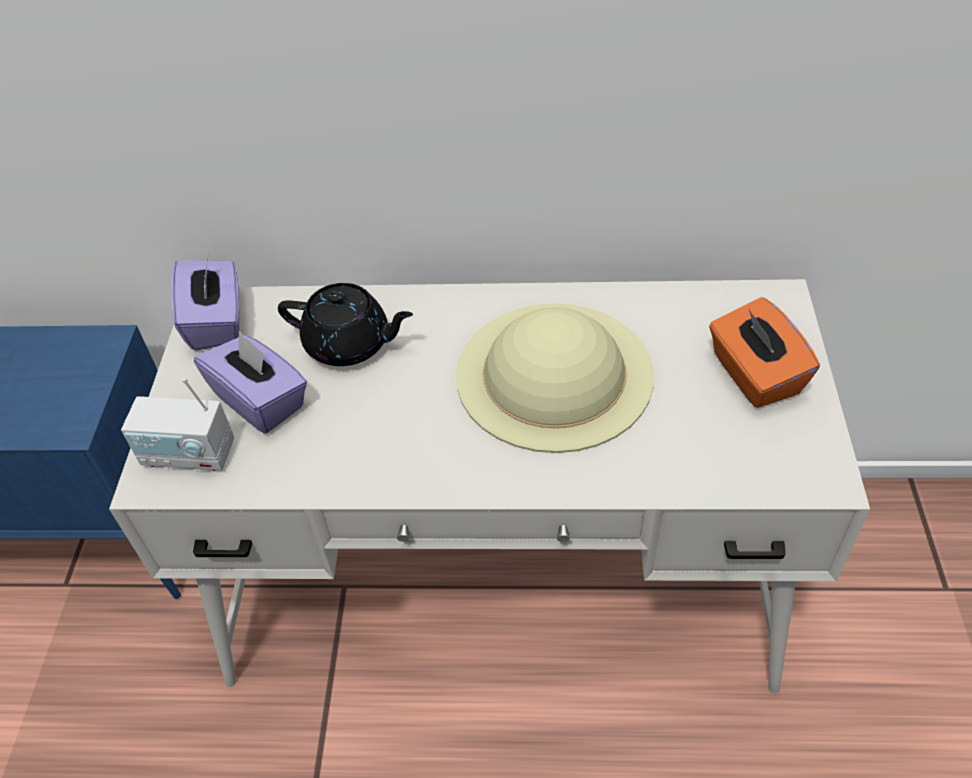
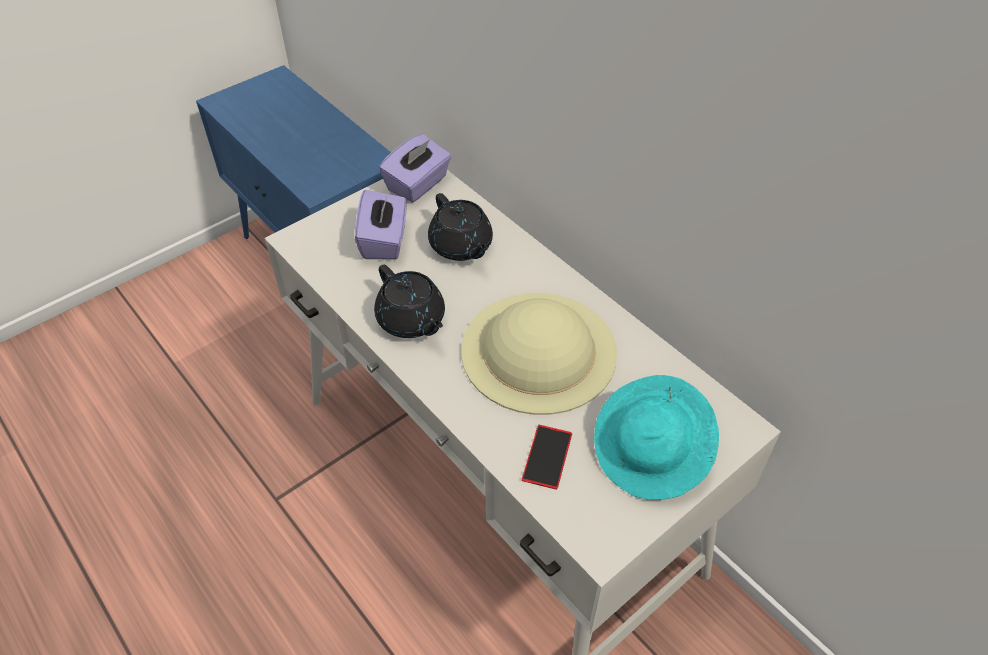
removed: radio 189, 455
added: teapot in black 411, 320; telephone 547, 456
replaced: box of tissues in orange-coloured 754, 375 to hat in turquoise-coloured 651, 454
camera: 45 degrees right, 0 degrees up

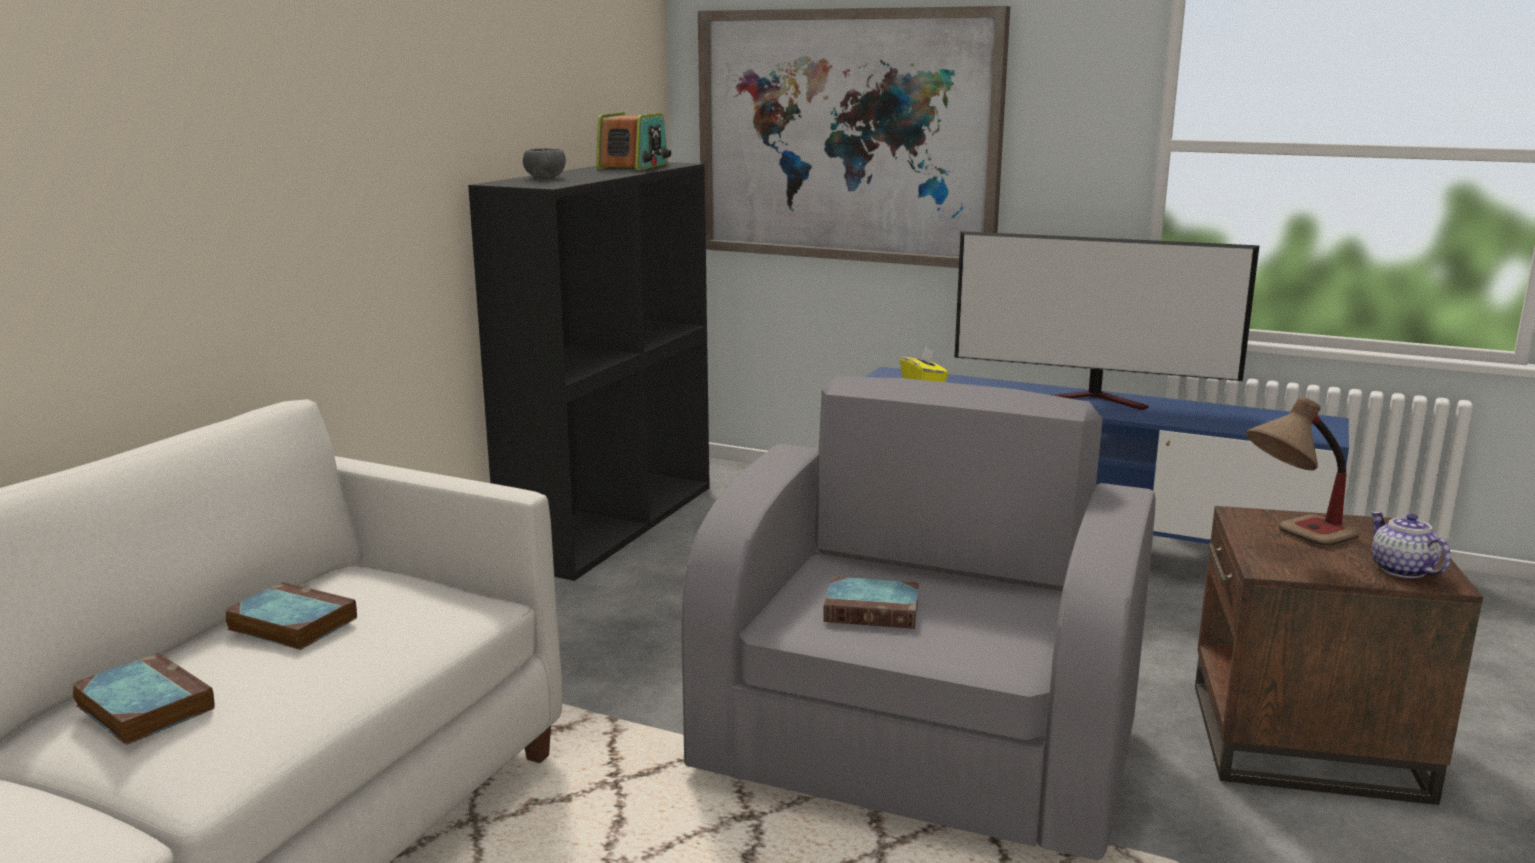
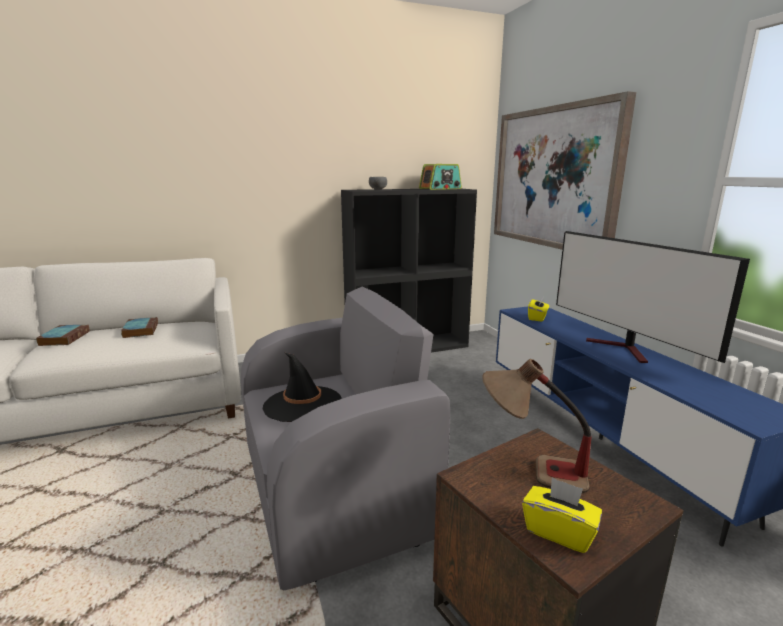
replaced: bound book 874, 610 to hat in black 302, 404; teapot 1401, 570 to box of tissues in yellow 559, 531
camera: 45 degrees right, 0 degrees up

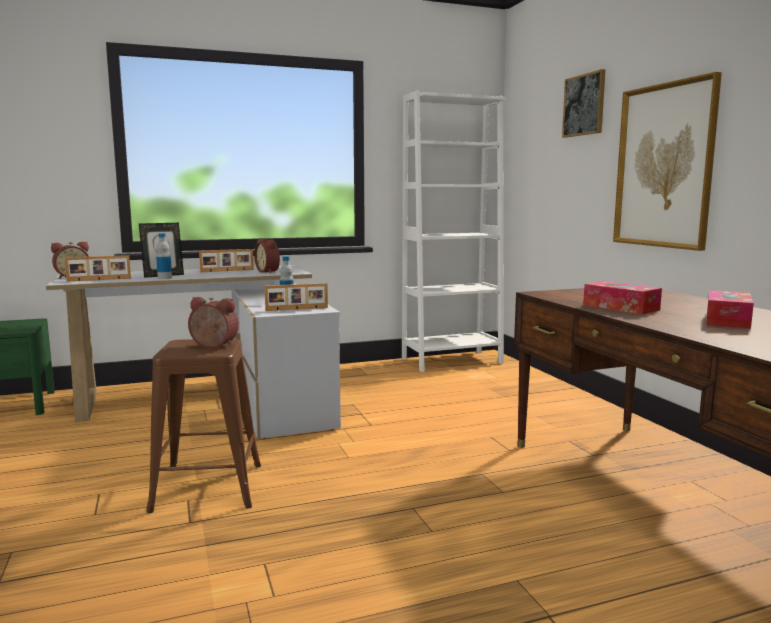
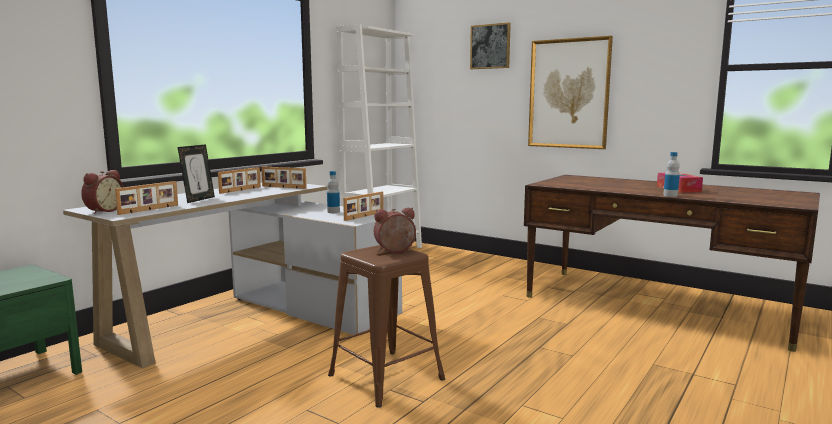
removed: box of tissues 620, 307
moved: drink bottle 165, 278 to 670, 195
replaced: alarm clock 269, 271 to picture frame 283, 187
camera: 35 degrees left, 0 degrees up

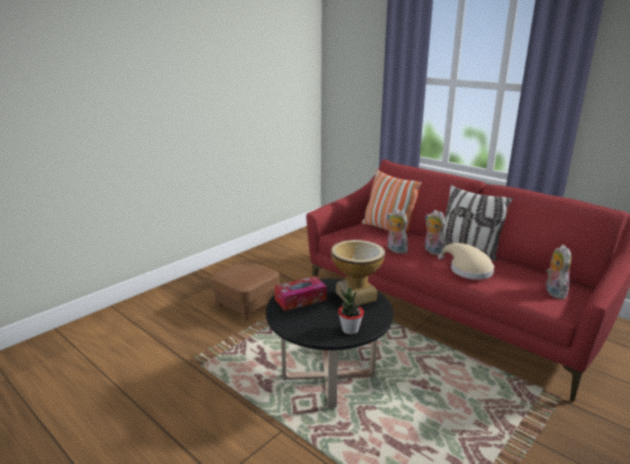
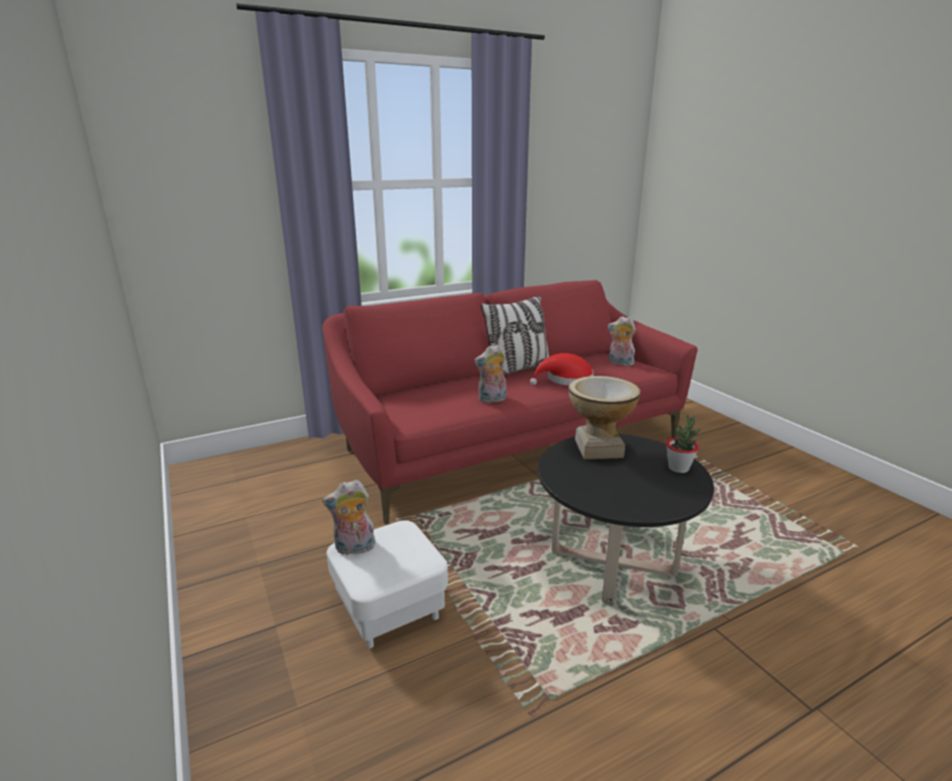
removed: box of tissues 300, 299; throw pillow 387, 229
moved: soft toy 432, 251 to 354, 548
recoloured: ottoman in brown-coloured 247, 305 to ottoman in white 389, 608; hat in beige-coloured 467, 270 to hat in red 566, 380
camera: 70 degrees left, 0 degrees up

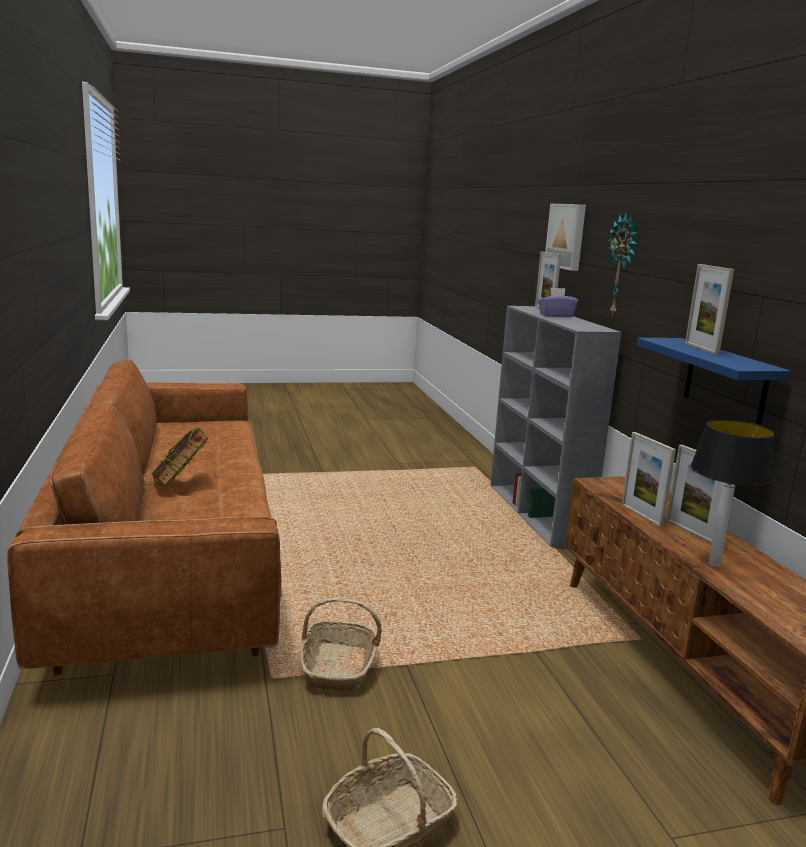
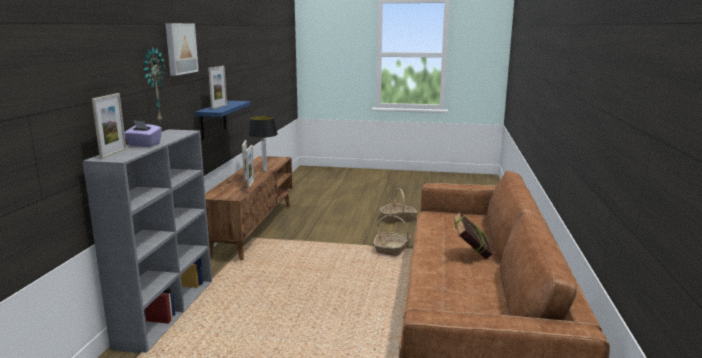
moved: wall picture 567, 236 to 180, 48
camera: 155 degrees left, 0 degrees up

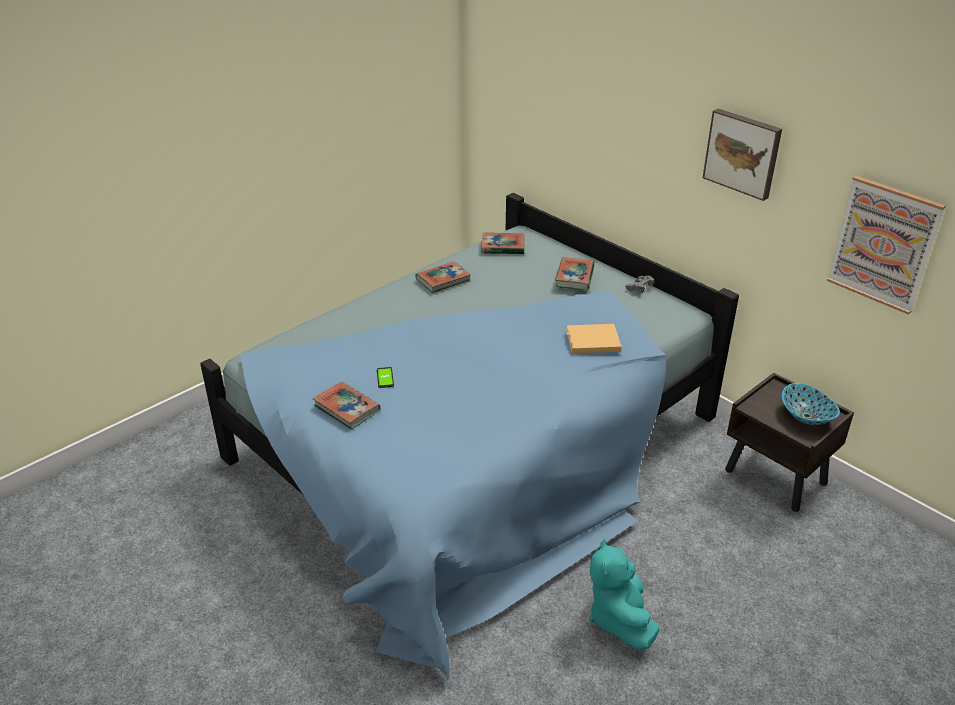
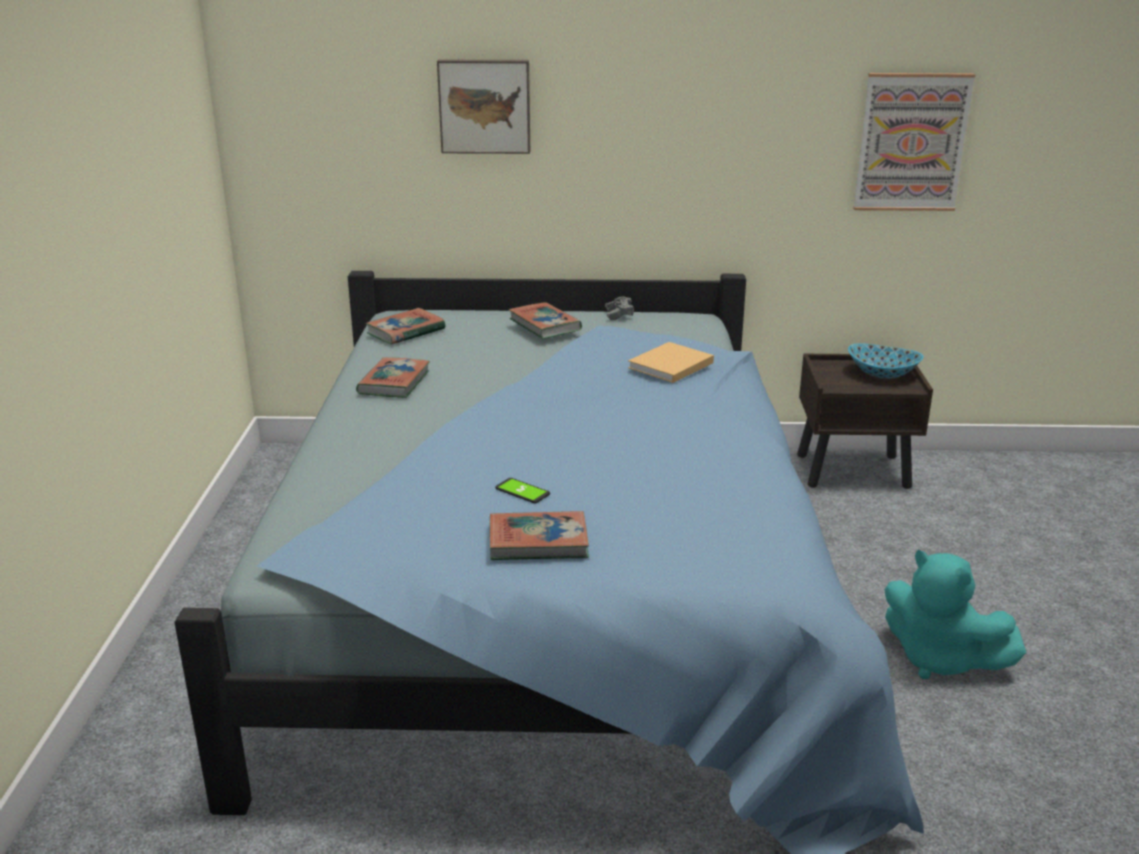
moved: wall picture 743, 153 to 485, 106
camera: 45 degrees left, 10 degrees down

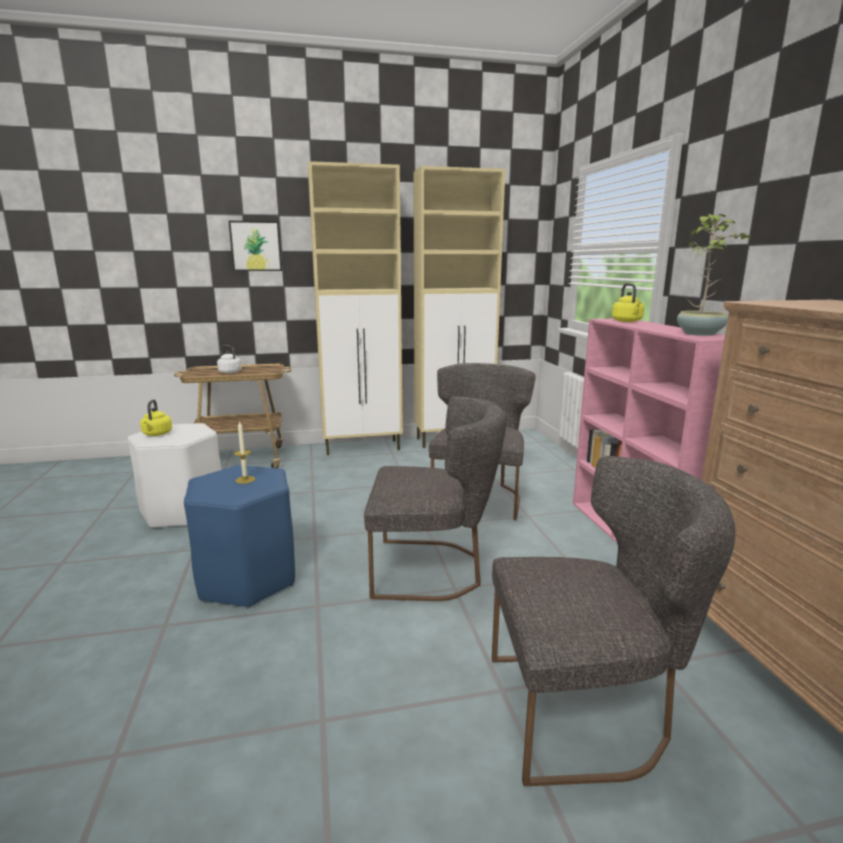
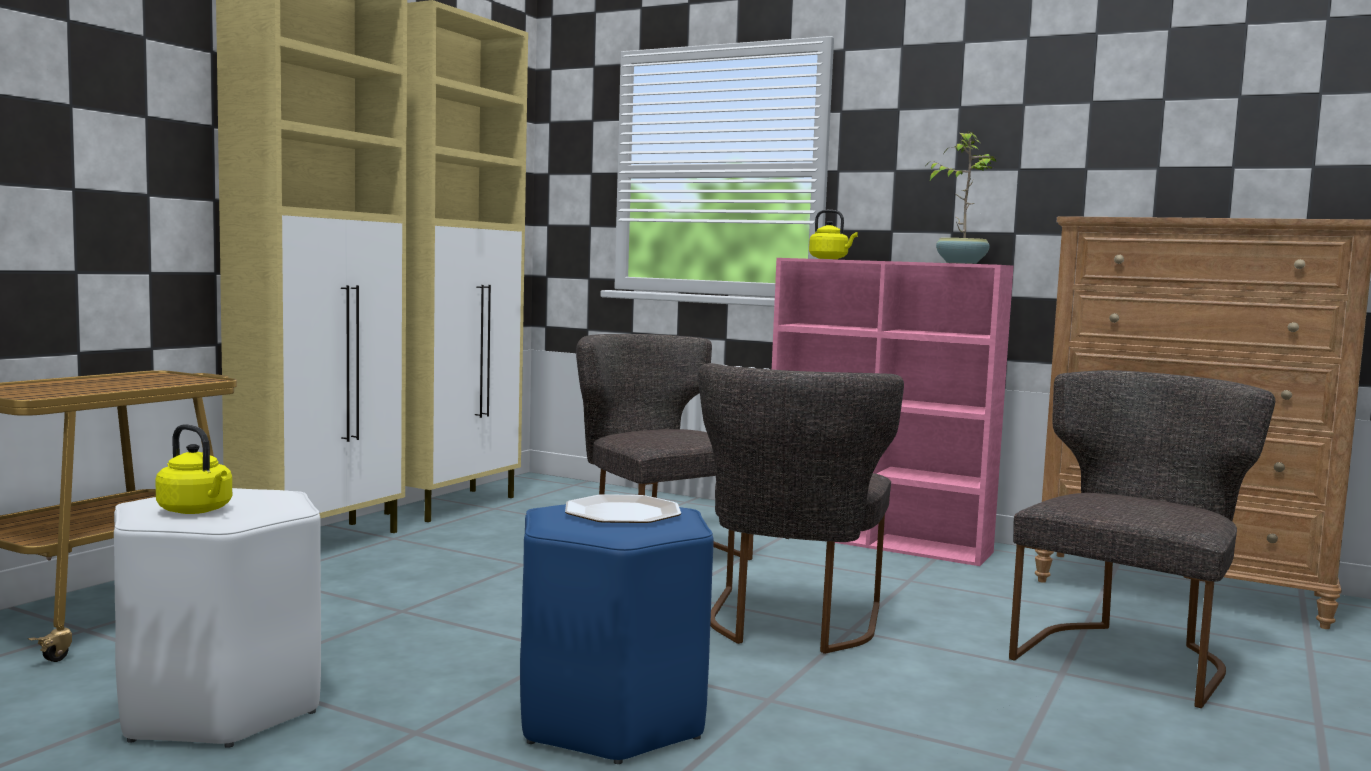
removed: tea kettle in white 231, 372; wall picture 256, 246
replaced: wax candle 245, 480 to flat dish 621, 513
turned: plain chair in greyish 433, 569 = 790, 624 150 degrees clockwise
camera: 50 degrees left, 10 degrees down

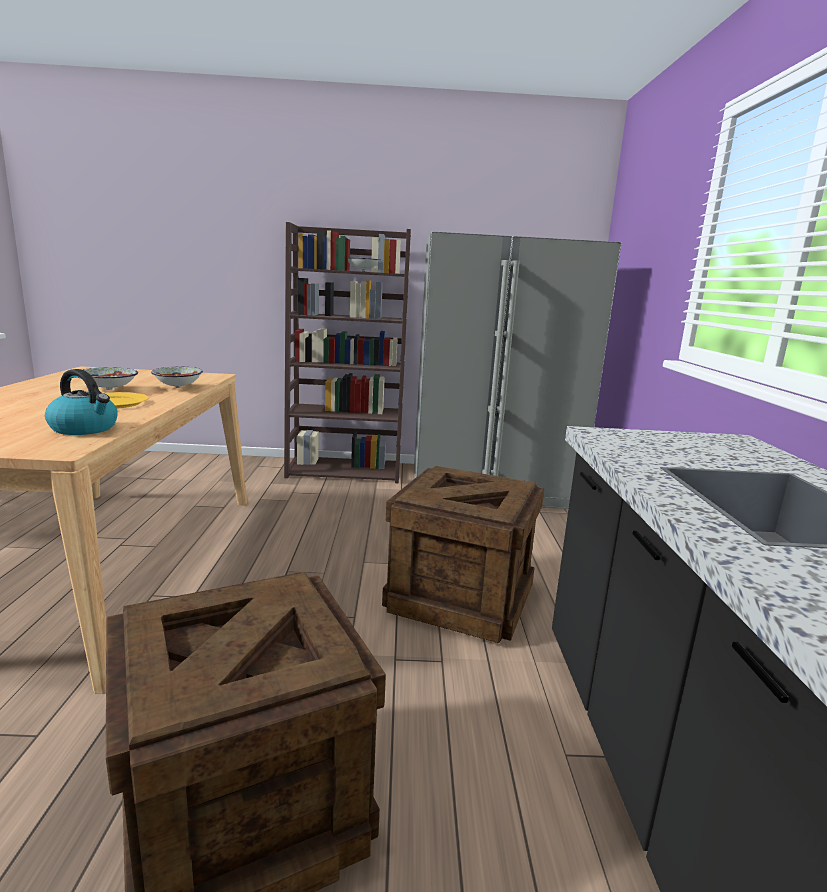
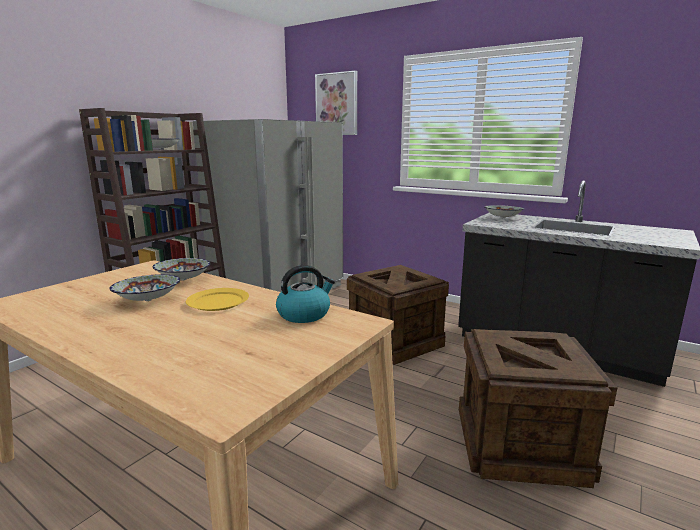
added: wall picture 337, 104; deep dish 502, 218
camera: 55 degrees left, 0 degrees up

